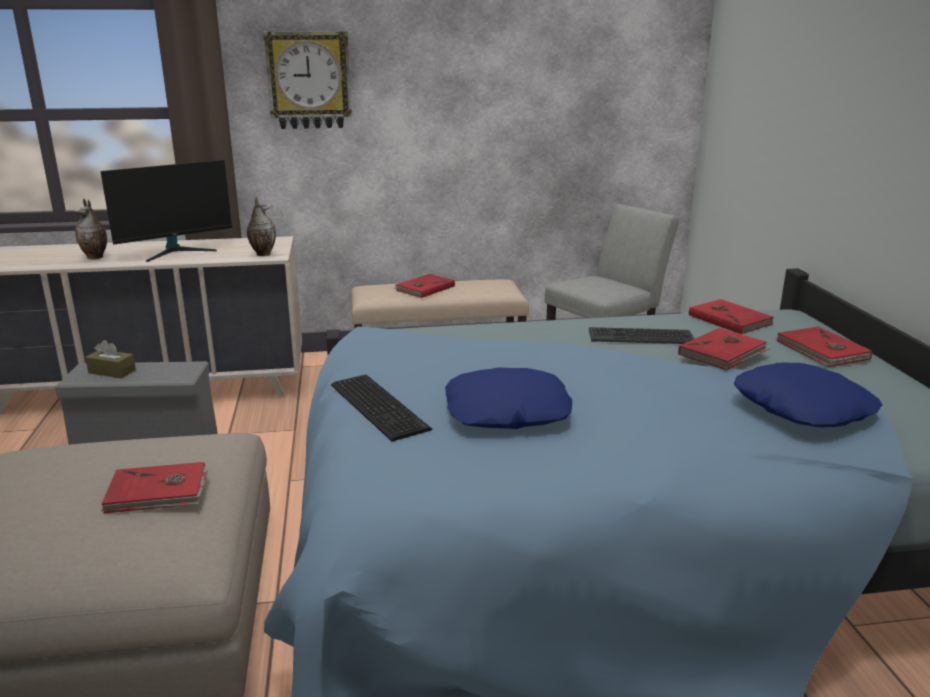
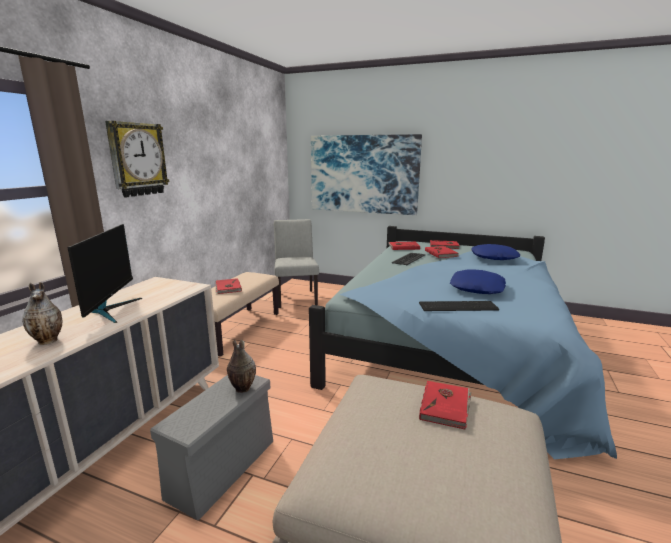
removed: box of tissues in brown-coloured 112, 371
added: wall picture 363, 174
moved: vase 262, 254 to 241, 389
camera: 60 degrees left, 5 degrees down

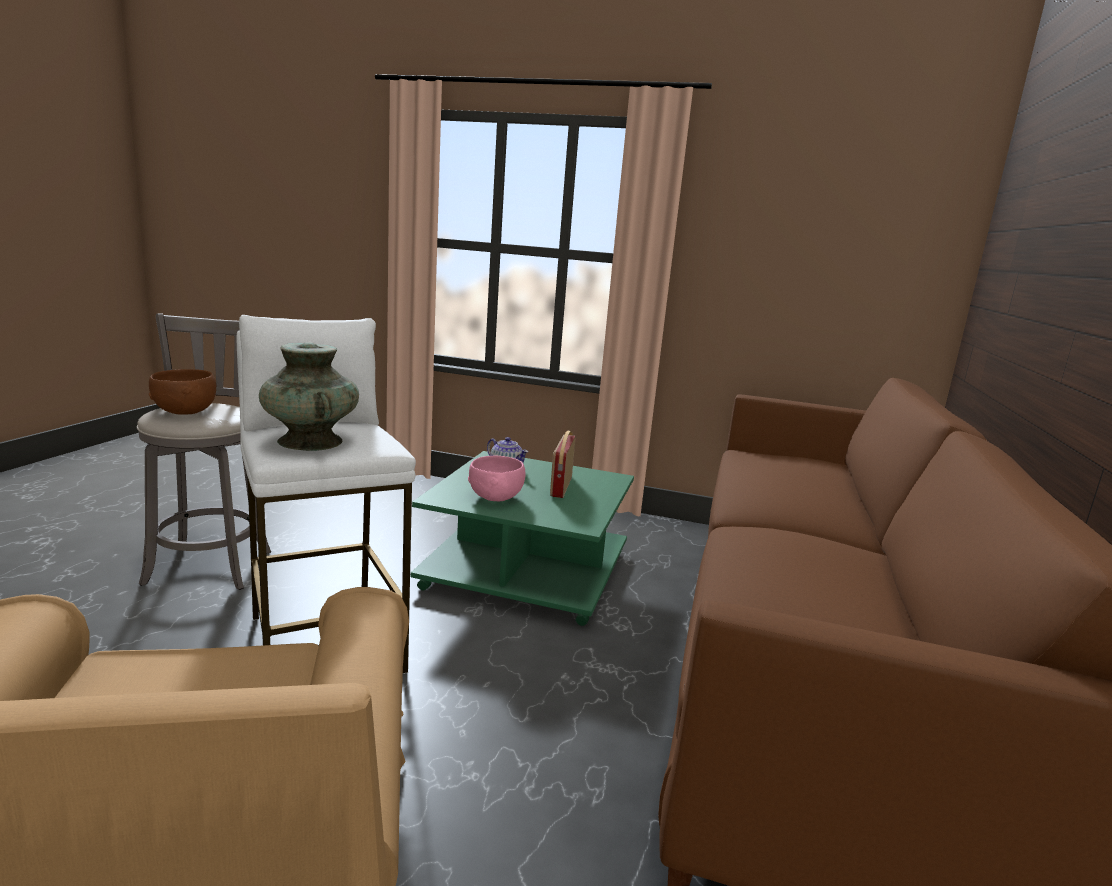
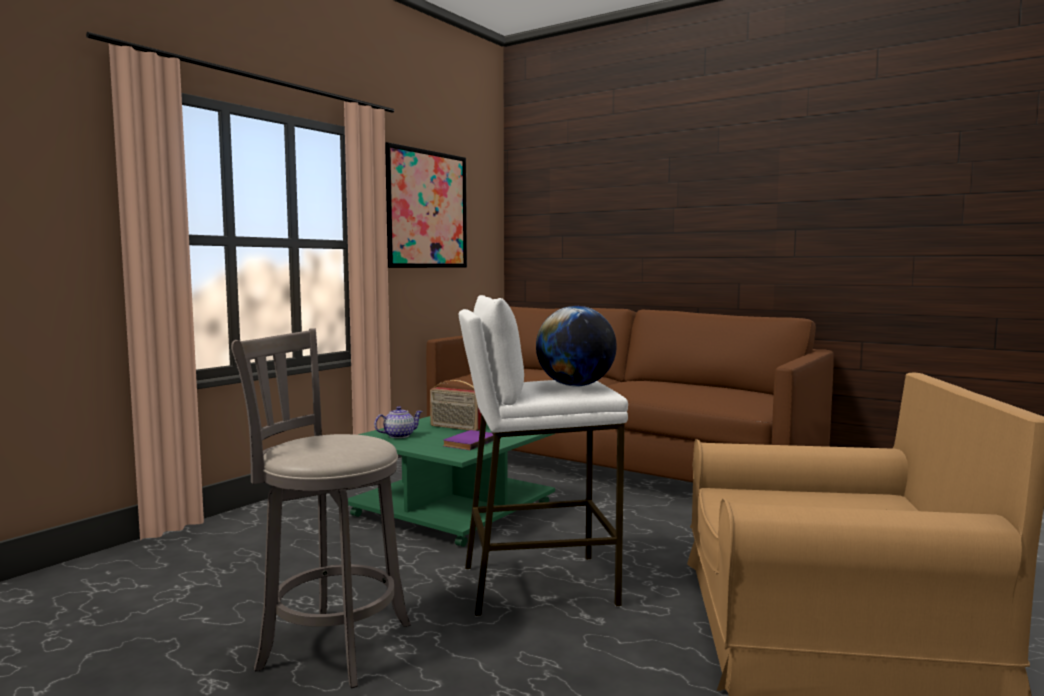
removed: deep dish in brown-coloured 185, 412
added: wall picture 425, 209
replaced: vase in turquoise-coloured 310, 441 to world globe 575, 386; deep dish in pink 496, 497 to bound book in purple-coloured 468, 442
camera: 70 degrees left, 10 degrees down

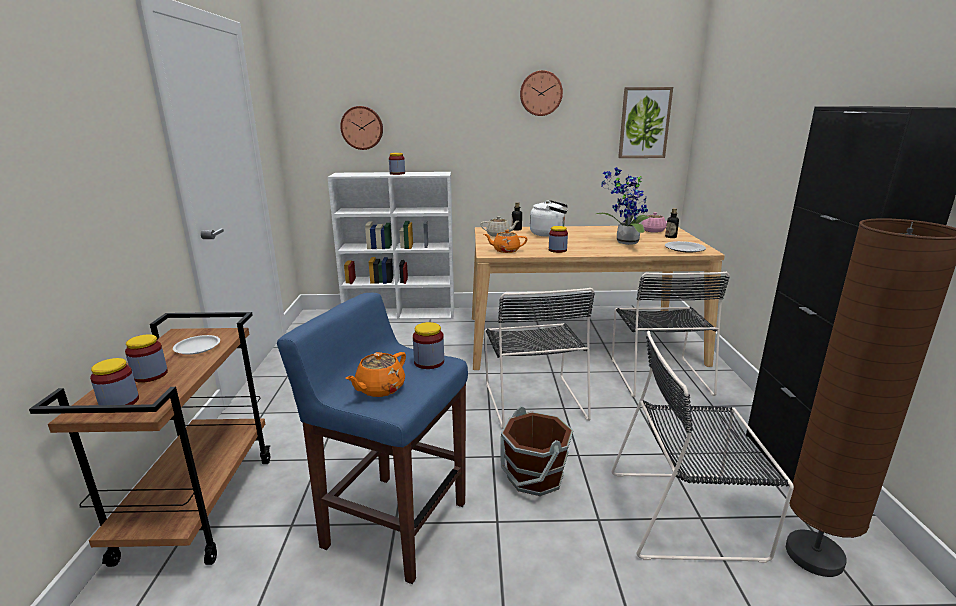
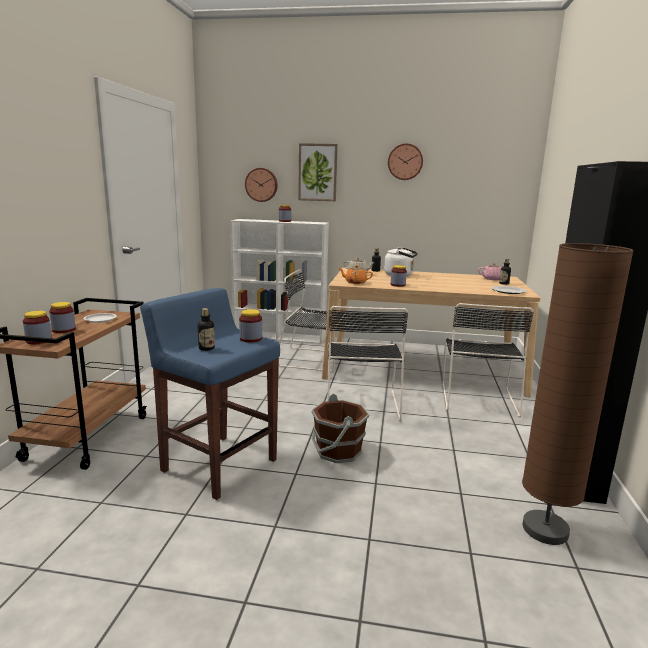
removed: plant in a pot 624, 242
moved: plain chair in black 689, 514 to 313, 359; wall picture 644, 123 to 317, 172
replaced: teapot in orange-coloured 379, 389 to drink bottle 206, 348
camera: 10 degrees right, 5 degrees down

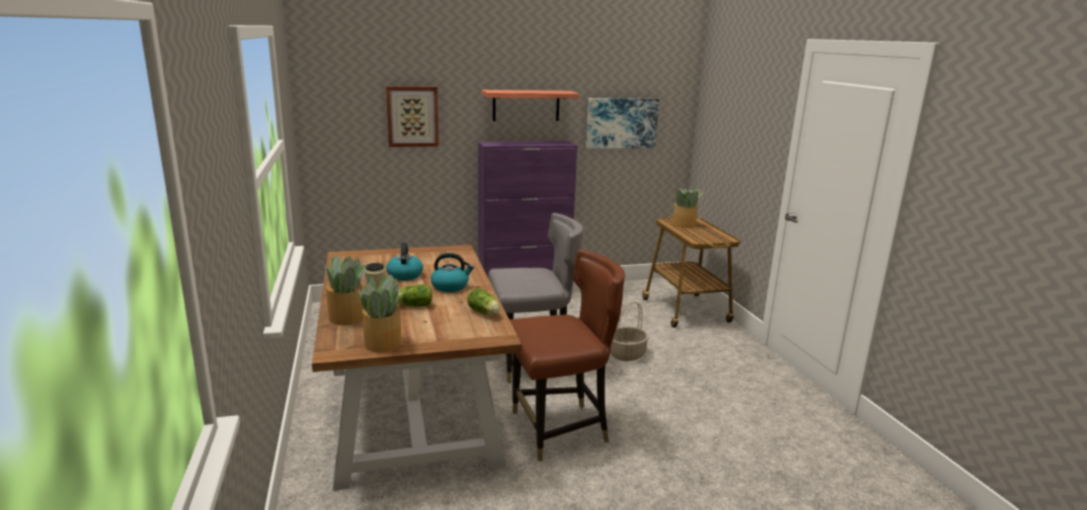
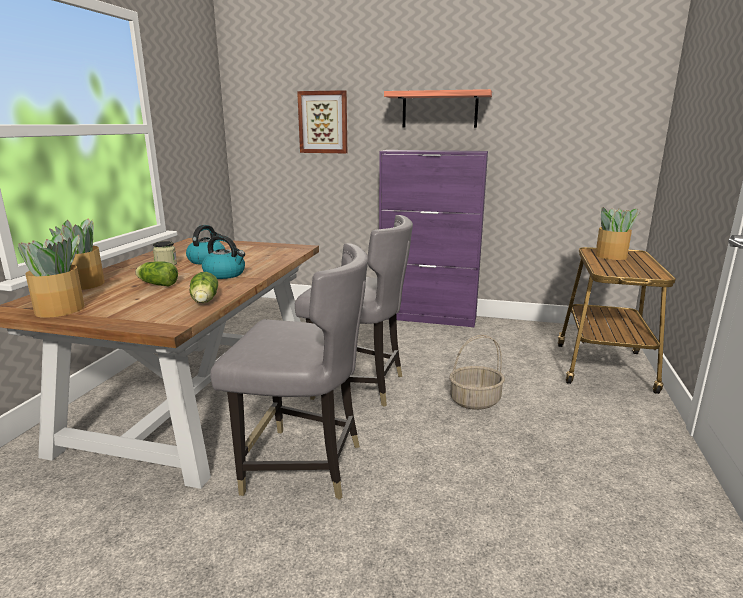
removed: wall picture 621, 123
recoloured: plain chair in brown-coloured 559, 429 to plain chair in greyish 303, 465
camera: 30 degrees right, 0 degrees up

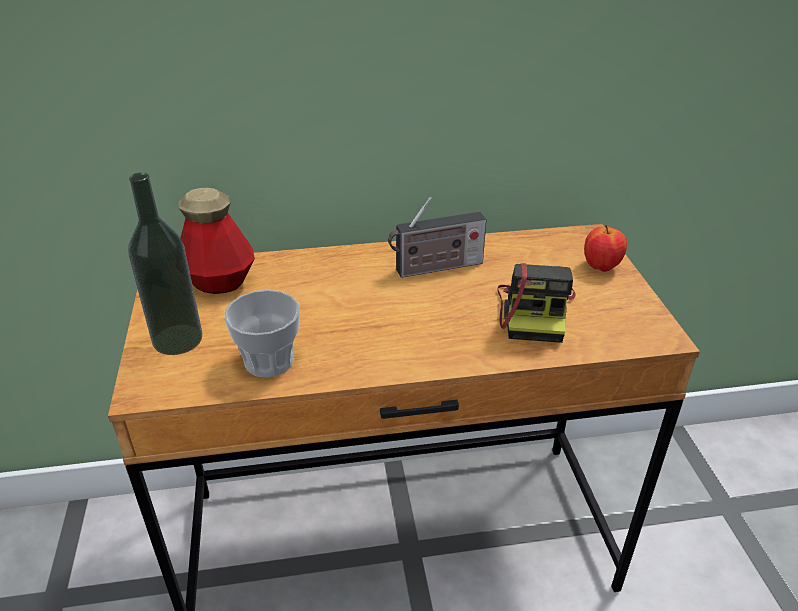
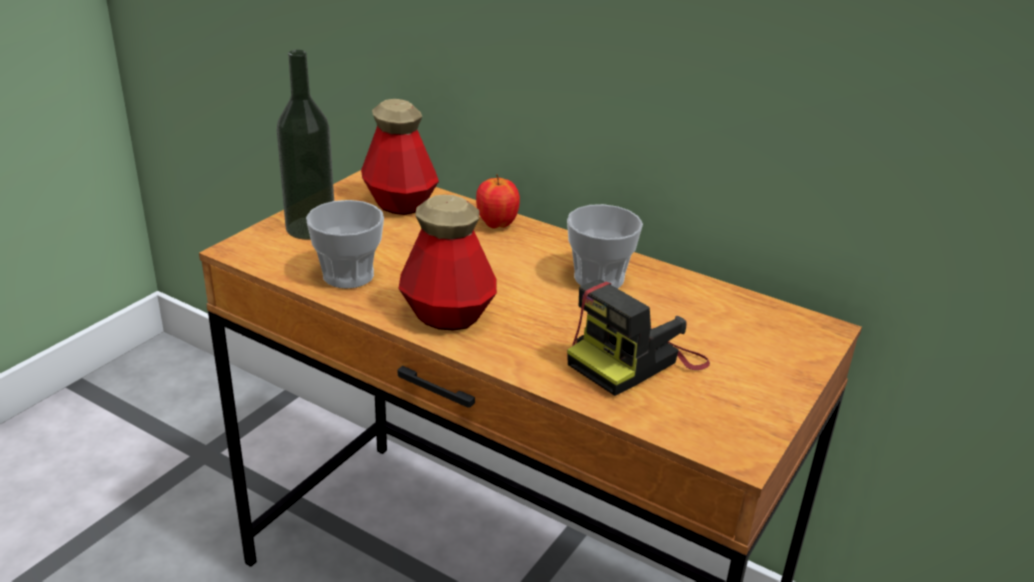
added: drink bottle 447, 315
moved: whole apple 601, 267 to 497, 224
replaced: radio 435, 268 to cup 599, 278
camera: 40 degrees right, 5 degrees down

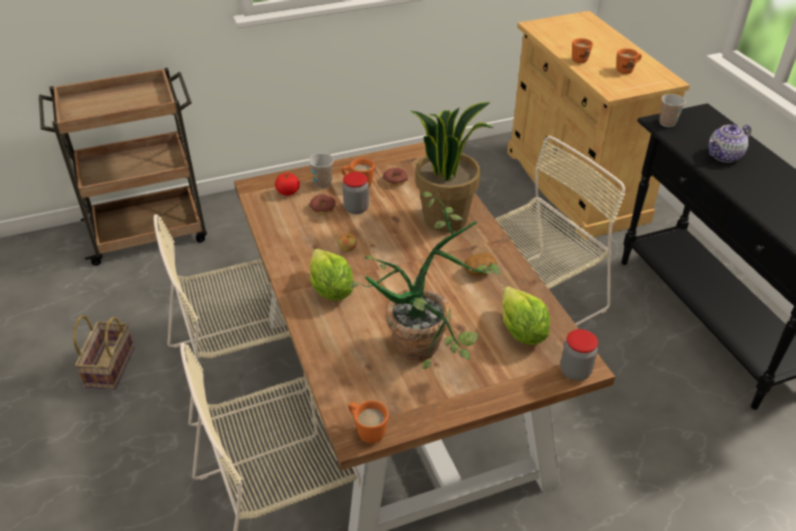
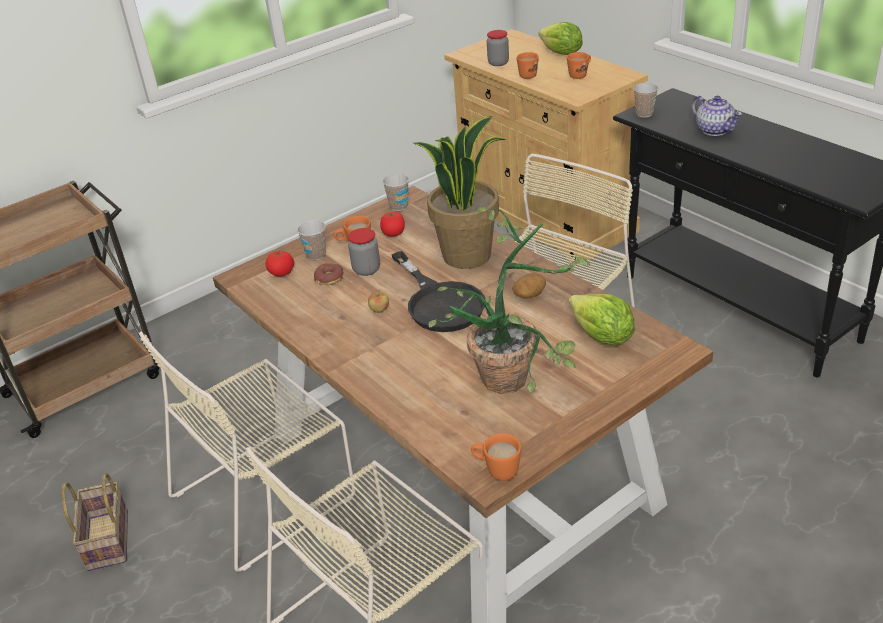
added: cup 398, 206; skillet in black 440, 302
moved: lettuce head 330, 290 to 561, 53; preserve jar 575, 371 to 498, 63
replaced: ring doughnut 395, 180 to tomato 393, 233
turned: teapot 725, 155 = 714, 130 75 degrees counterclockwise
camera: 15 degrees left, 5 degrees down

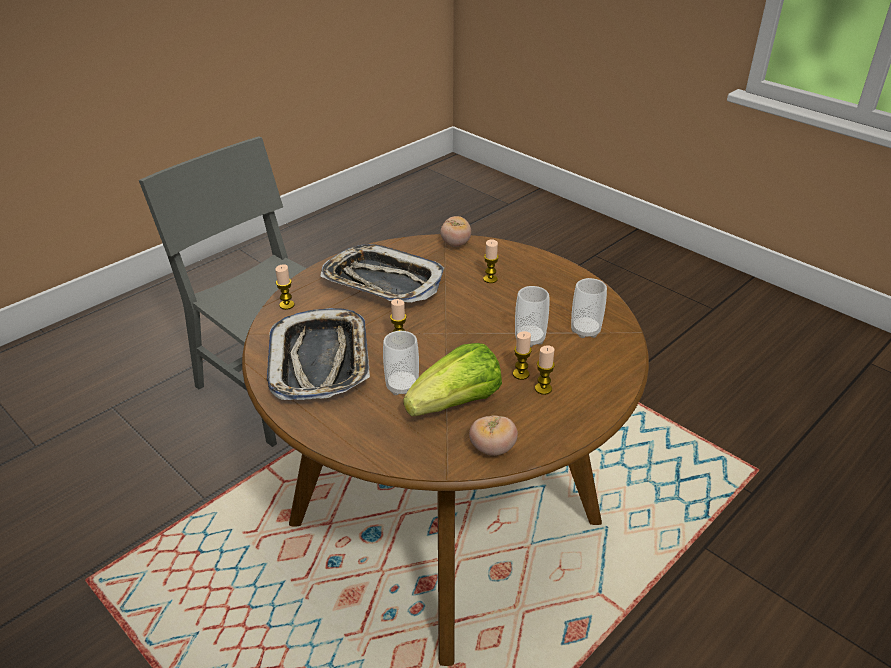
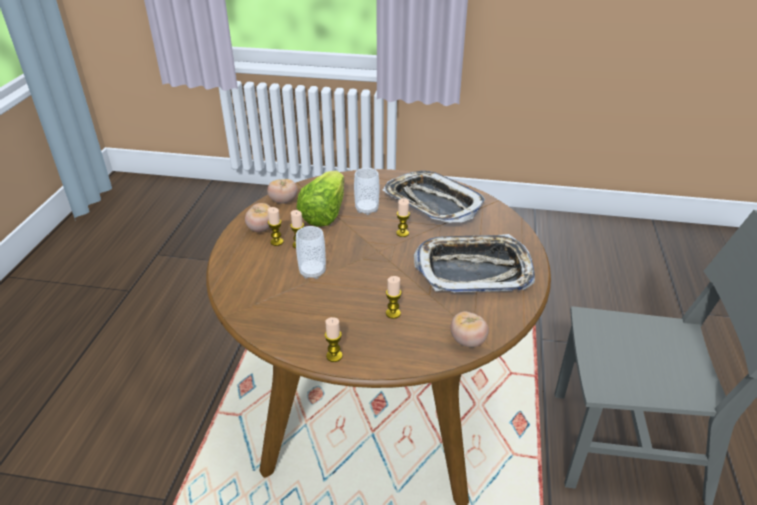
removed: cup 585, 331
added: tomato 261, 228
moved: wax candle 287, 305 to 334, 356
camera: 145 degrees right, 0 degrees up

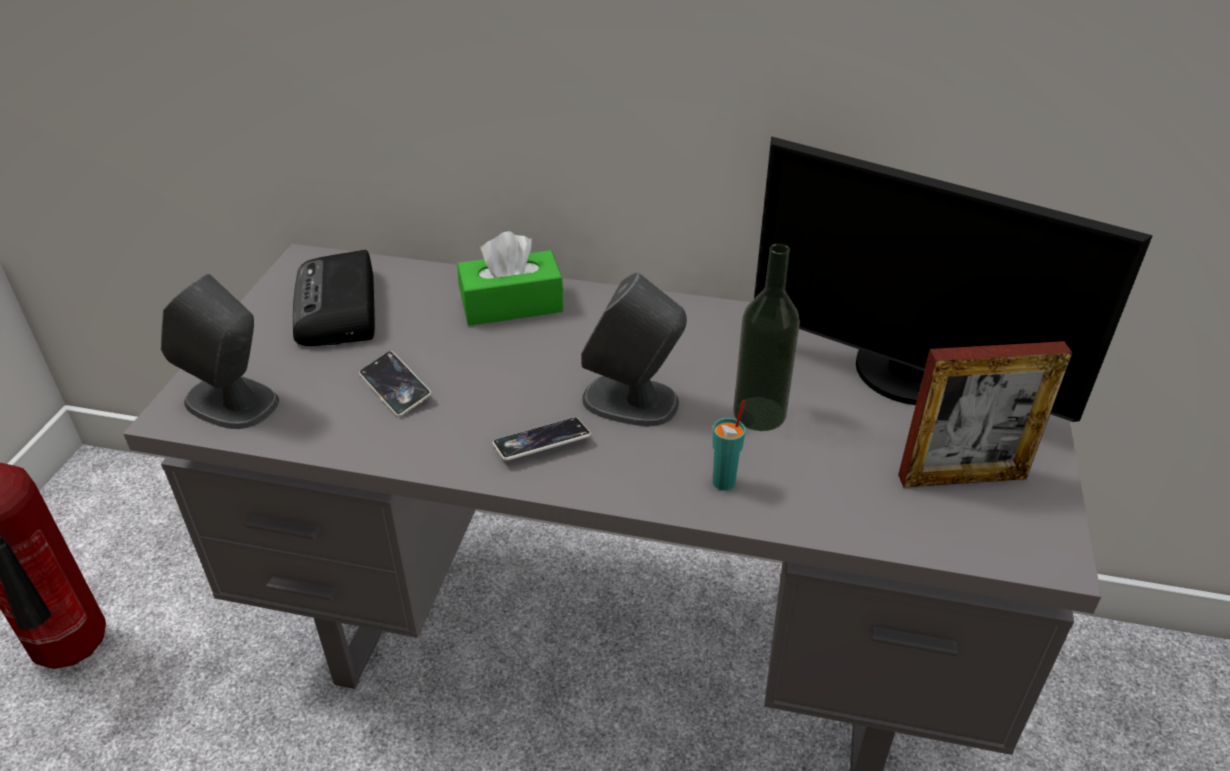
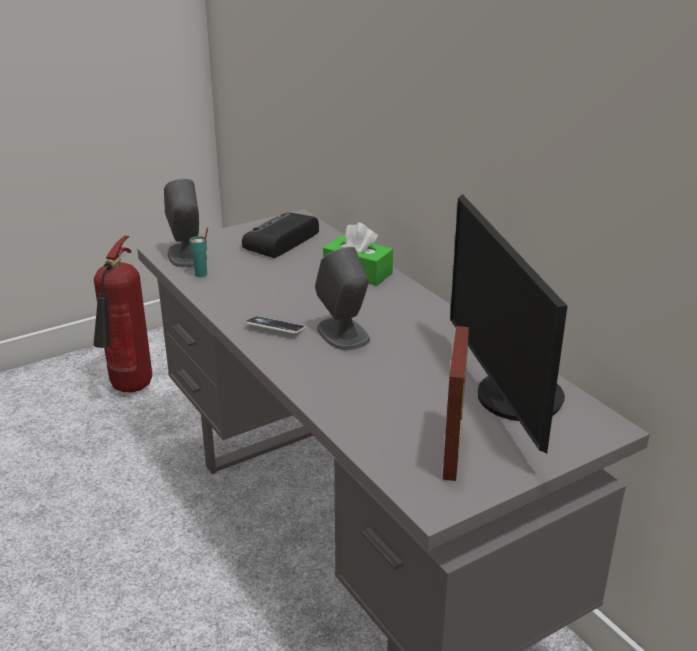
removed: telephone 395, 388; drink bottle 759, 413
moved: cup in turquoise-coloured 724, 482 to 201, 274
turned: picture frame 962, 477 = 452, 450 120 degrees counterclockwise
camera: 45 degrees right, 10 degrees down

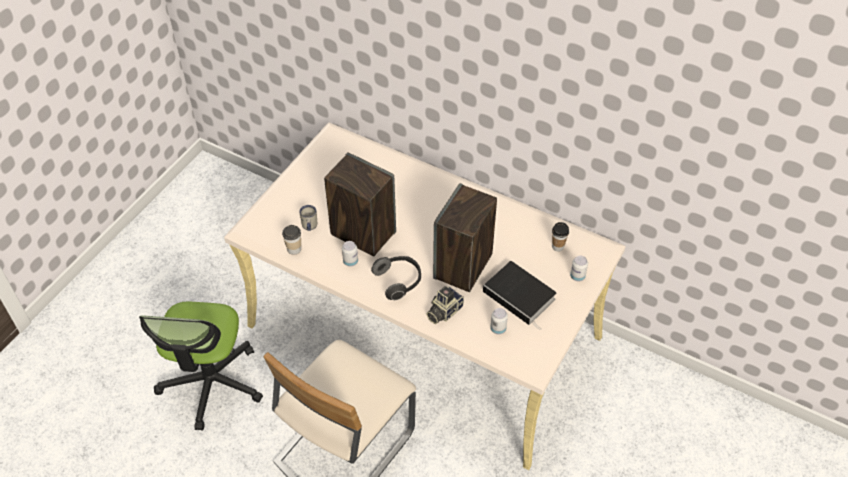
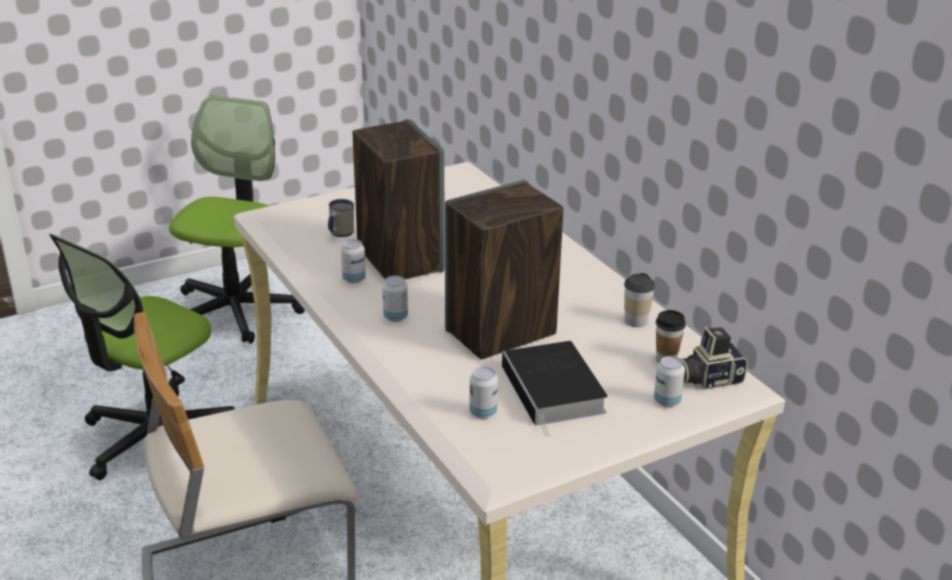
added: desk chair 236, 310
moved: cup 294, 249 to 636, 321; photo camera 443, 311 to 708, 378
replaced: headset 399, 281 to can 395, 317
camera: 30 degrees right, 20 degrees down

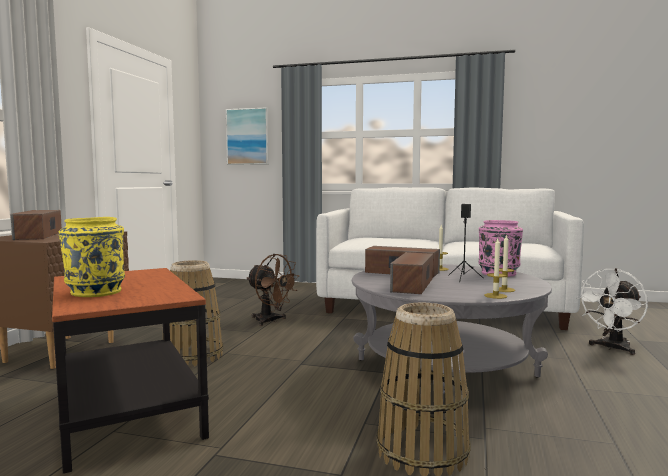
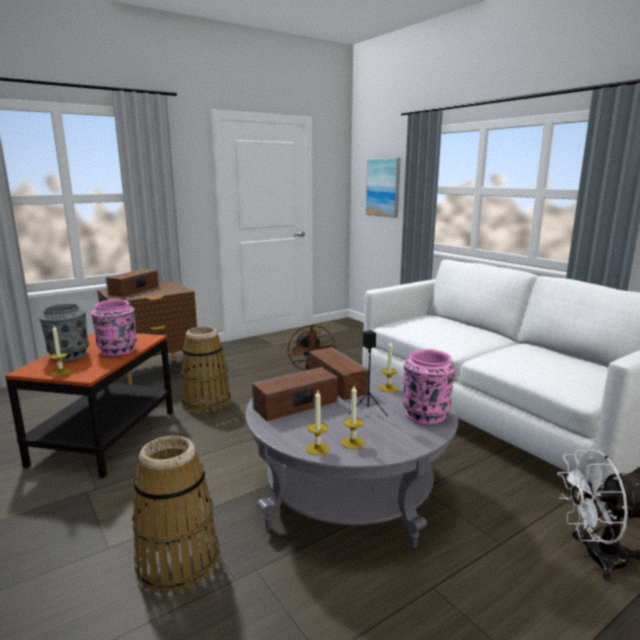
added: wax candle 61, 372; vase in pink 118, 351
recoloured: vase in yellow 95, 292 to vase in greyish 68, 356
camera: 40 degrees right, 10 degrees up

